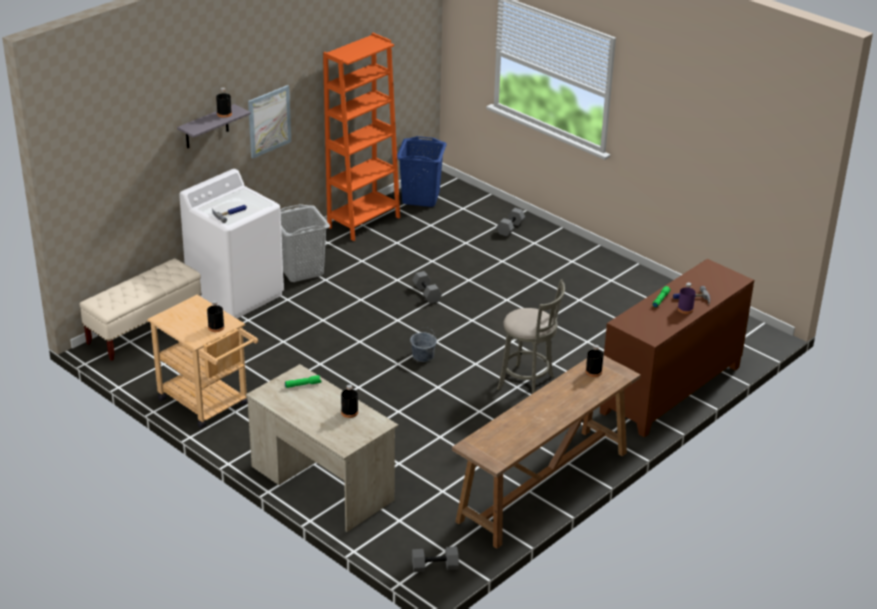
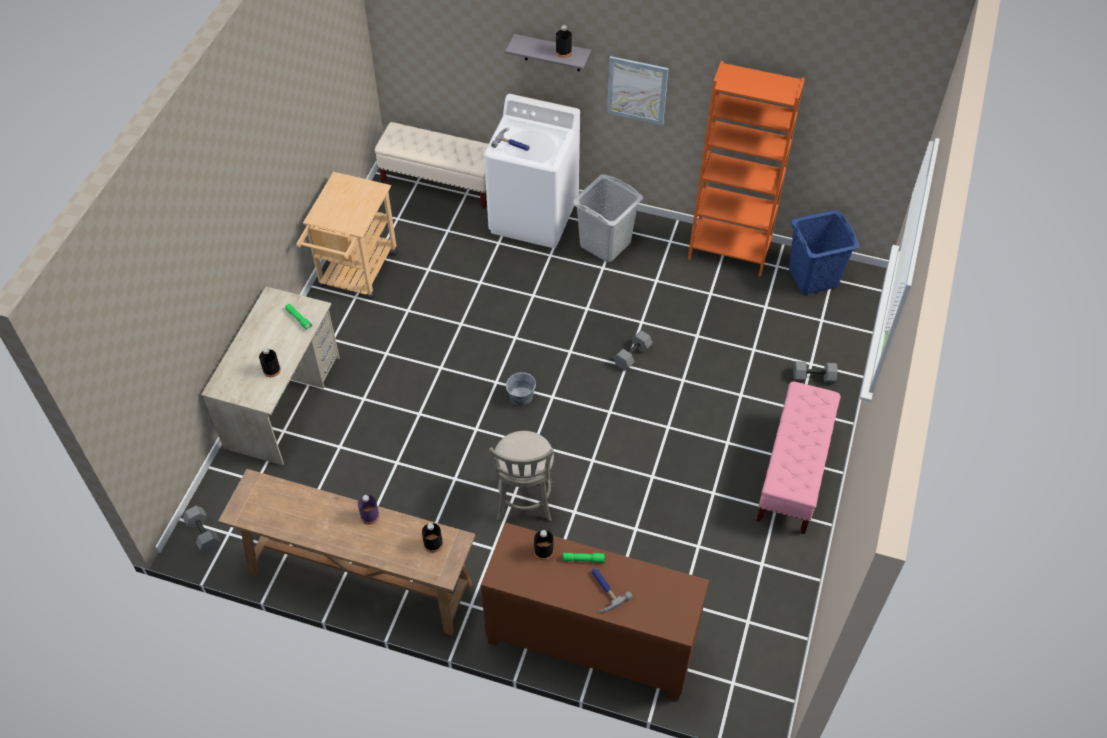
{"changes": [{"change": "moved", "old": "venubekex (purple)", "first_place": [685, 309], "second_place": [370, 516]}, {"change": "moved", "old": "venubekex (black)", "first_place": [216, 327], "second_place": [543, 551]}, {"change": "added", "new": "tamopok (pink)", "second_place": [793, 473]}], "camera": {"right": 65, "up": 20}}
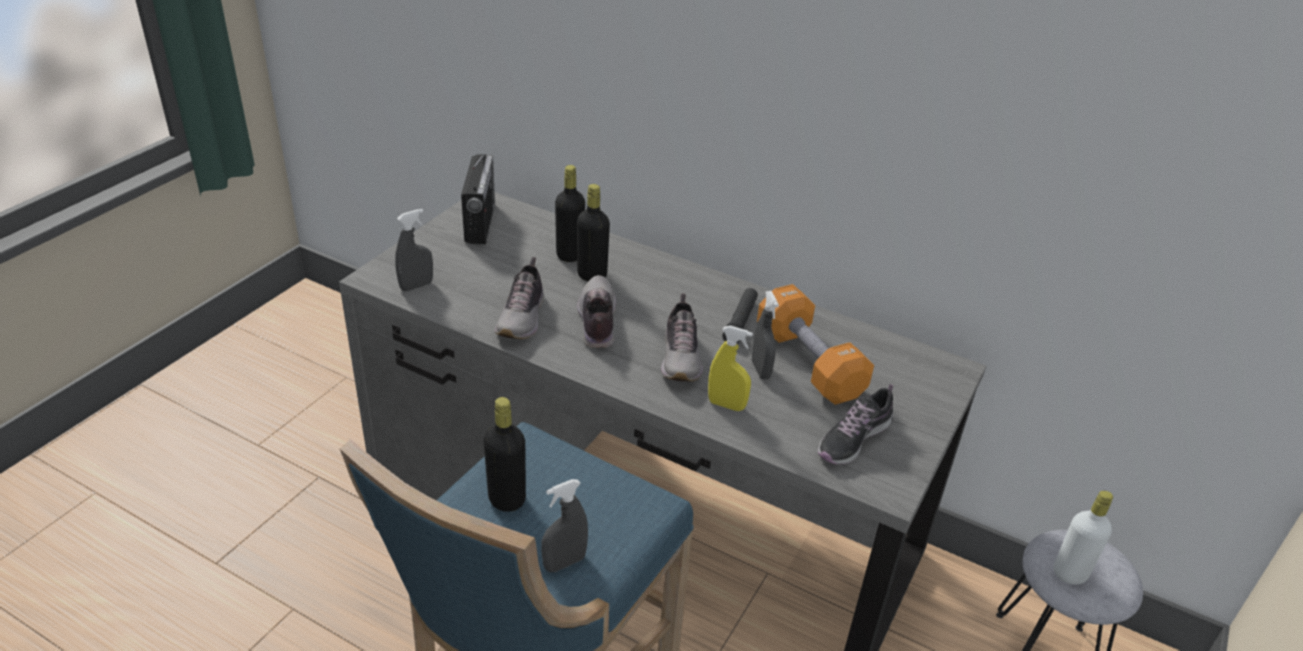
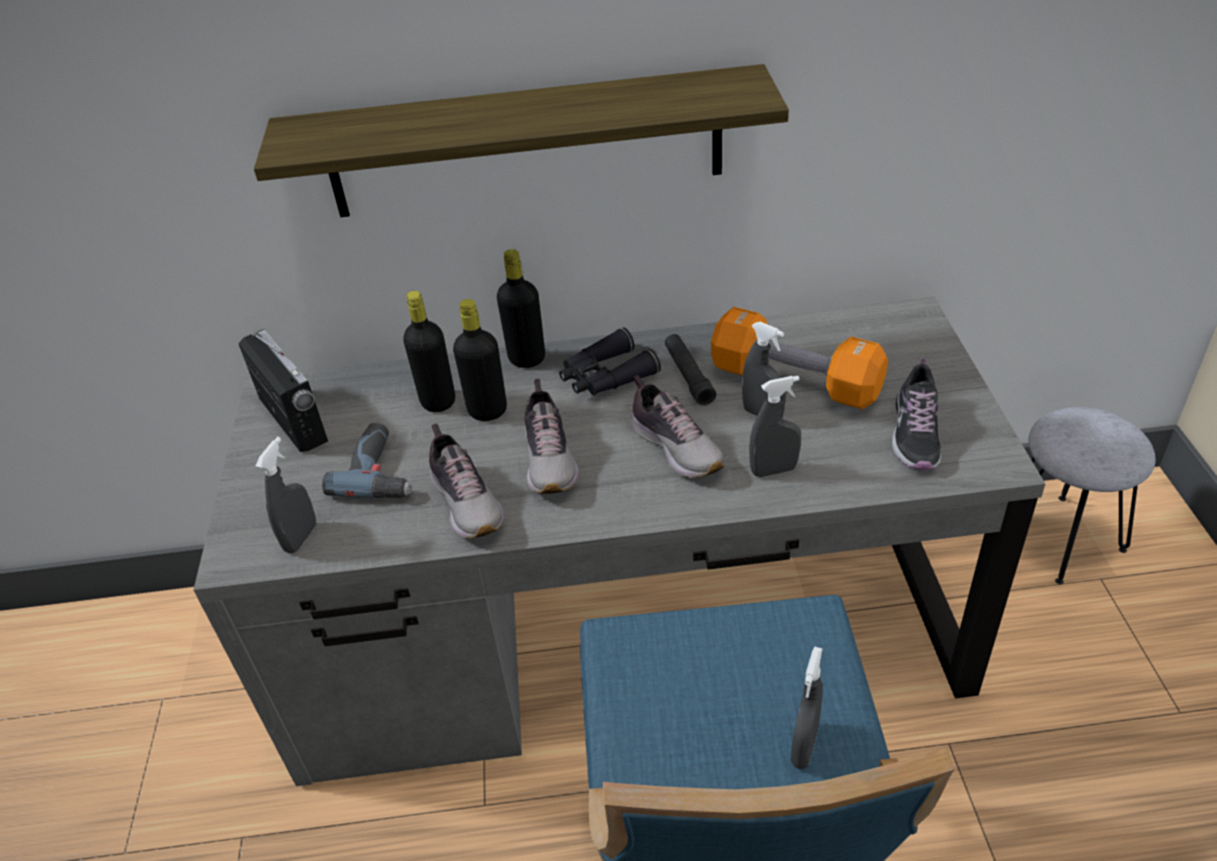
{"changes": [{"change": "added", "new": "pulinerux", "second_place": [525, 144]}, {"change": "added", "new": "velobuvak", "second_place": [382, 471]}, {"change": "moved", "old": "venubekex (black)", "first_place": [507, 499], "second_place": [527, 358]}, {"change": "turned", "old": "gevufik", "first_place": [596, 321], "second_place": [550, 459], "degrees": -150}, {"change": "added", "new": "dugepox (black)", "second_place": [605, 376]}, {"change": "recoloured", "old": "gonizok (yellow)", "new": "gonizok (grey)", "first_place": [726, 405], "second_place": [773, 470]}, {"change": "removed", "old": "venubekex (white)", "first_place": [1069, 573]}], "camera": {"right": -30, "up": 5}}
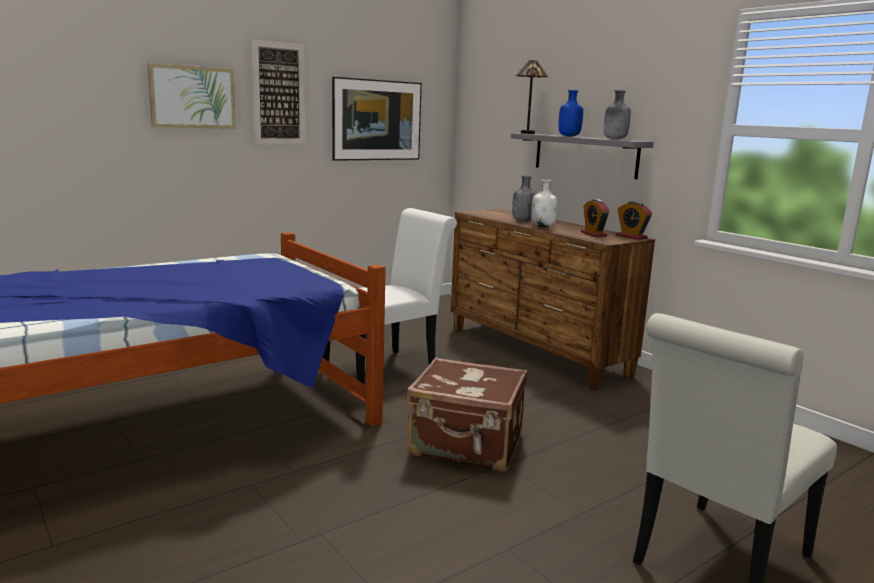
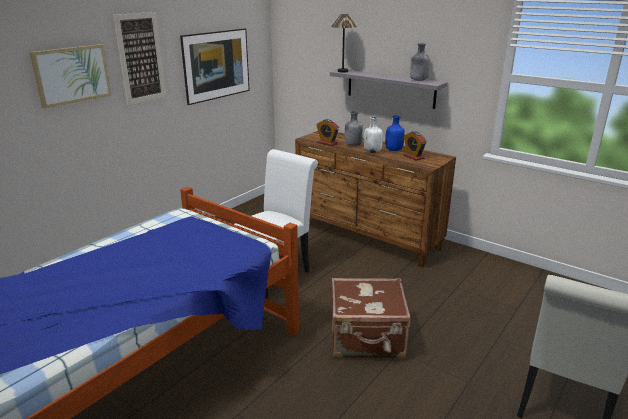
{"changes": [{"change": "moved", "old": "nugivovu", "first_place": [631, 237], "second_place": [327, 143]}, {"change": "moved", "old": "venubekex (blue)", "first_place": [568, 136], "second_place": [393, 150]}], "camera": {"right": -15, "up": 10}}
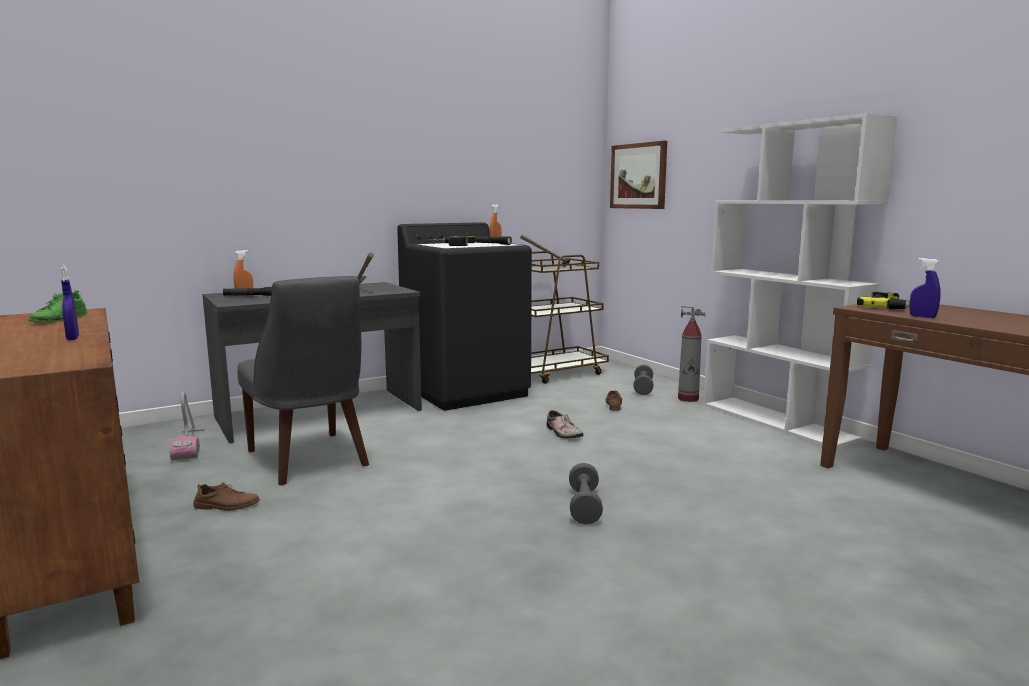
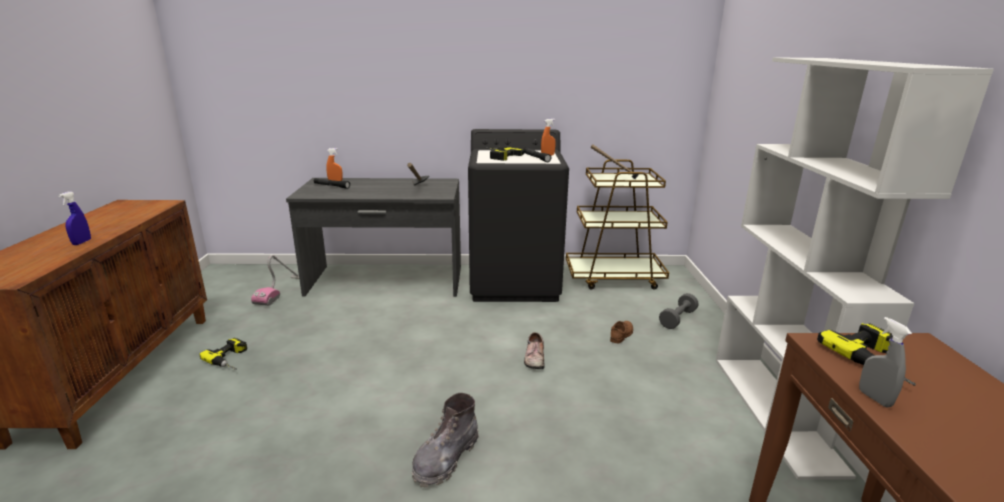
{"changes": [{"change": "replaced", "old": "gevufik (brown)", "new": "velobuvak", "first_place": [226, 505], "second_place": [232, 359]}, {"change": "replaced", "old": "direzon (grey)", "new": "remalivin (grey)", "first_place": [584, 506], "second_place": [445, 459]}, {"change": "recoloured", "old": "gonizok (blue)", "new": "gonizok (grey)", "first_place": [922, 317], "second_place": [874, 398]}, {"change": "removed", "old": "gevufik (green)", "first_place": [58, 319]}, {"change": "removed", "old": "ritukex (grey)", "first_place": [310, 460]}, {"change": "removed", "old": "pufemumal", "first_place": [638, 176]}, {"change": "removed", "old": "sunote", "first_place": [688, 399]}], "camera": {"right": 30, "up": 10}}
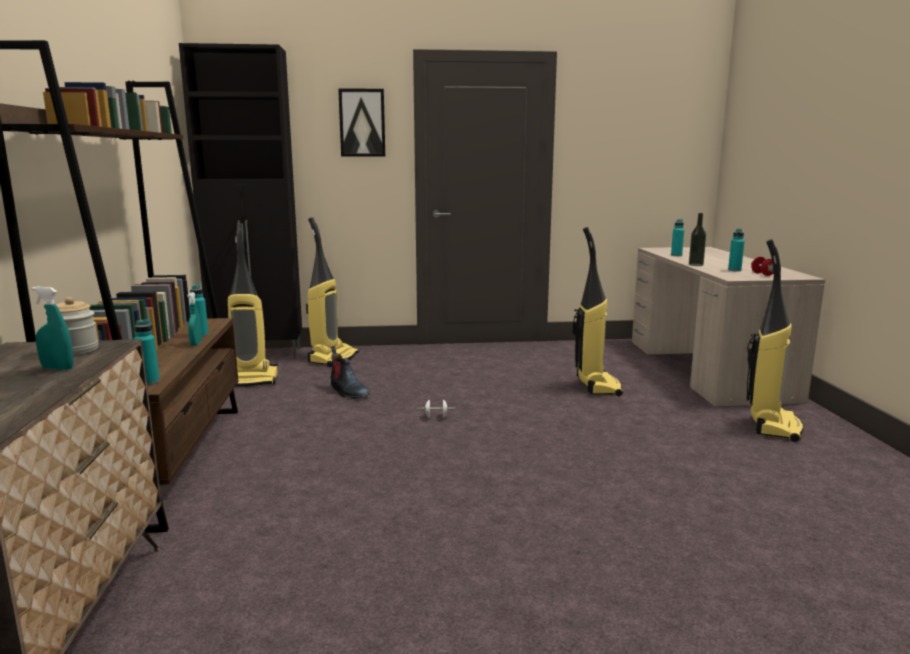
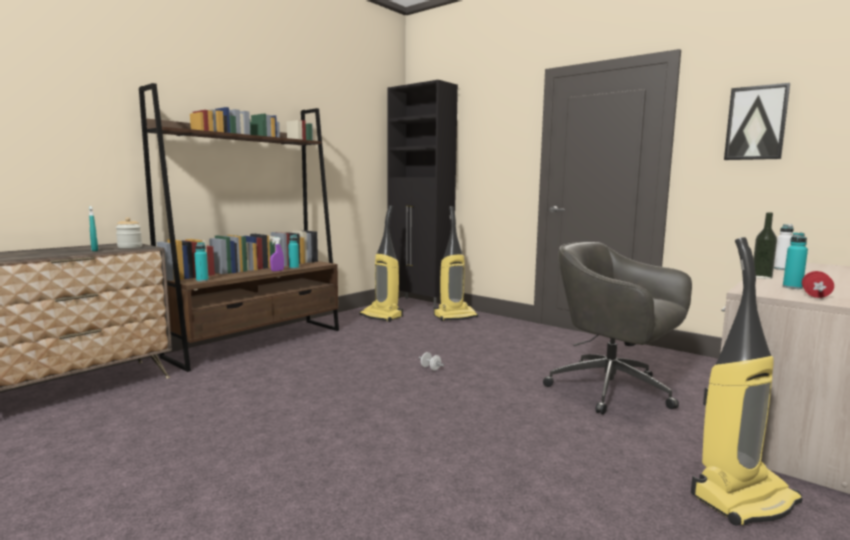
{"changes": [{"change": "recoloured", "old": "gonizok (turquoise)", "new": "gonizok (purple)", "first_place": [196, 343], "second_place": [277, 271]}, {"change": "replaced", "old": "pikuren", "new": "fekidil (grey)", "first_place": [596, 386], "second_place": [613, 391]}, {"change": "moved", "old": "pufemumal", "first_place": [362, 123], "second_place": [756, 123]}, {"change": "recoloured", "old": "venubekex (turquoise)", "new": "venubekex (white)", "first_place": [676, 255], "second_place": [781, 269]}, {"change": "removed", "old": "remalivin", "first_place": [348, 392]}], "camera": {"right": 45, "up": -5}}
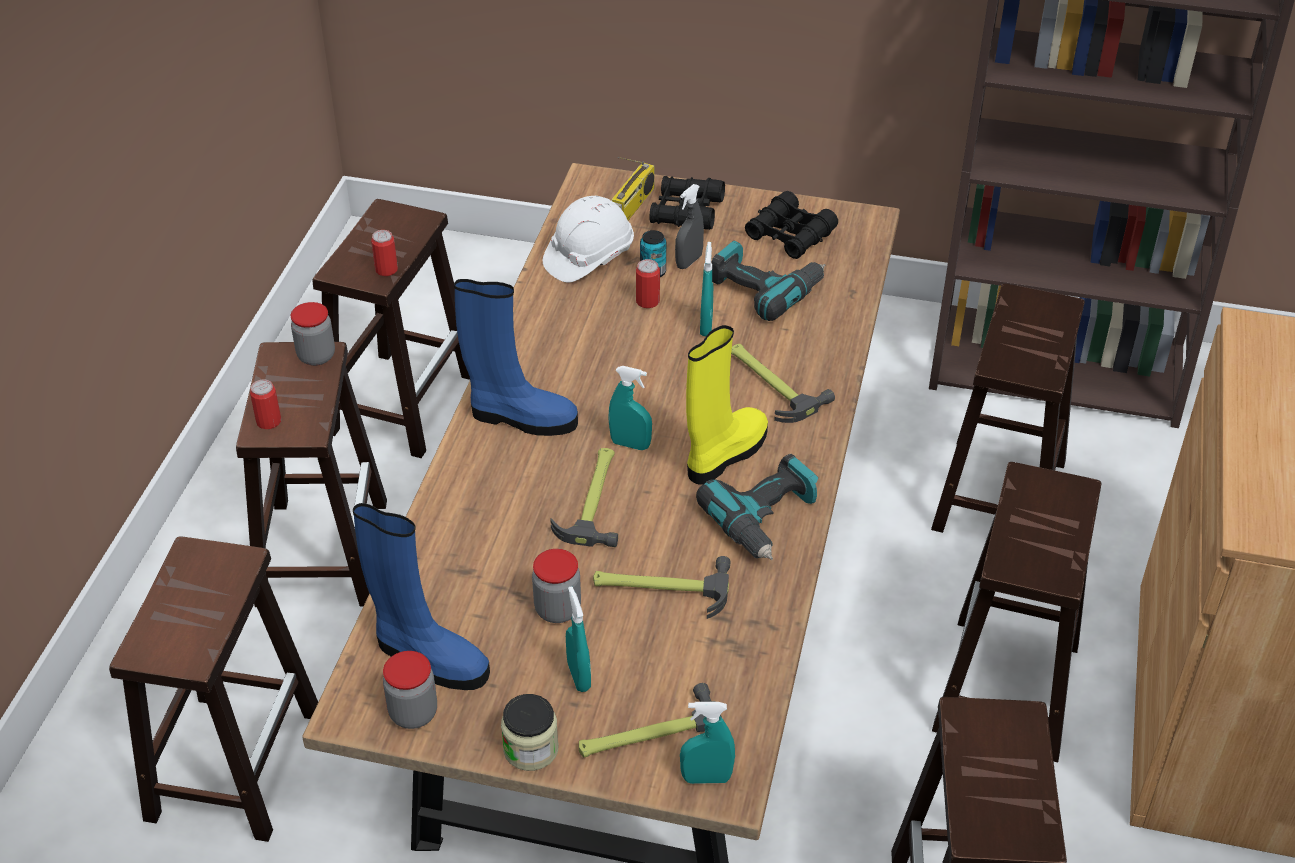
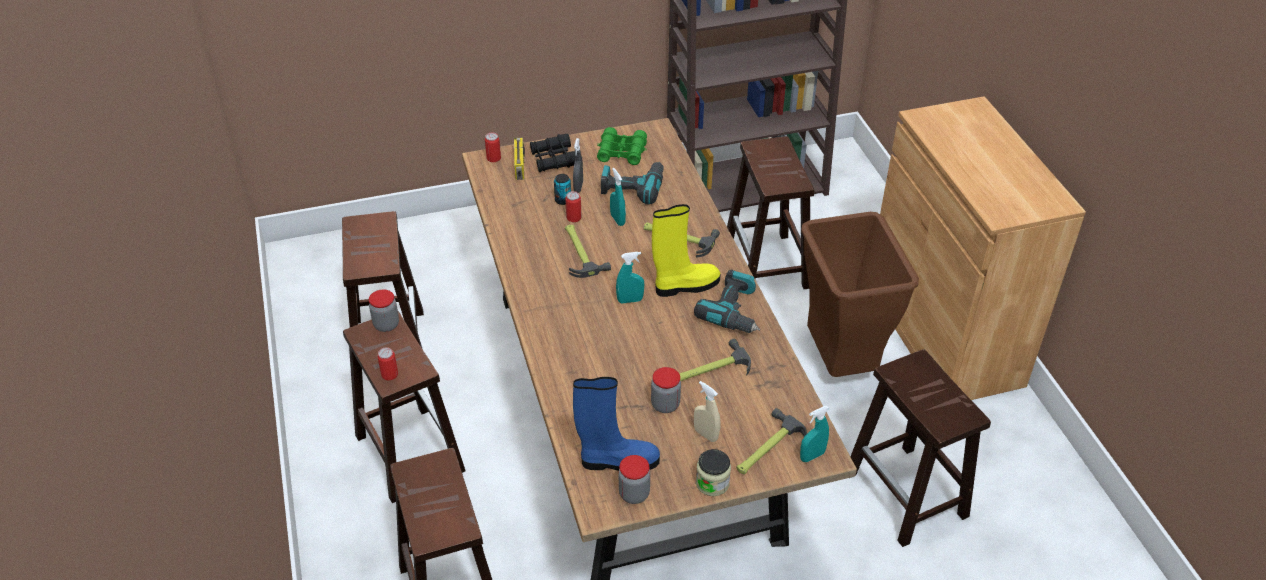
{"changes": [{"change": "moved", "old": "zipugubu", "first_place": [386, 270], "second_place": [493, 158]}, {"change": "moved", "old": "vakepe", "first_place": [594, 499], "second_place": [580, 252]}, {"change": "recoloured", "old": "dugepox (black)", "new": "dugepox (green)", "first_place": [790, 235], "second_place": [622, 152]}, {"change": "turned", "old": "remalivin (yellow)", "first_place": [725, 455], "second_place": [685, 286], "degrees": 60}, {"change": "recoloured", "old": "gonizok (turquoise)", "new": "gonizok (beige)", "first_place": [579, 676], "second_place": [705, 434]}, {"change": "replaced", "old": "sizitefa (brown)", "new": "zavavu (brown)", "first_place": [1007, 689], "second_place": [841, 365]}, {"change": "removed", "old": "remalivin (blue)", "first_place": [520, 418]}, {"change": "removed", "old": "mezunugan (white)", "first_place": [588, 257]}], "camera": {"right": -30, "up": 0}}
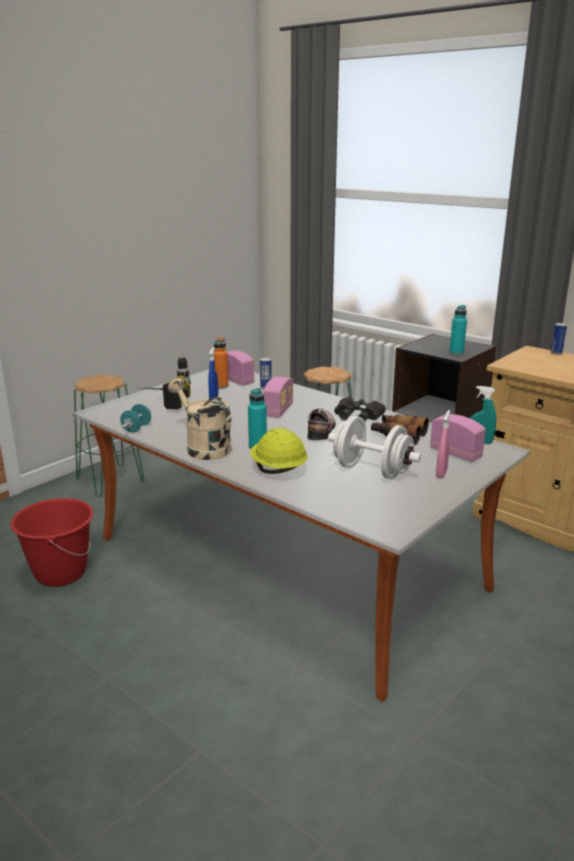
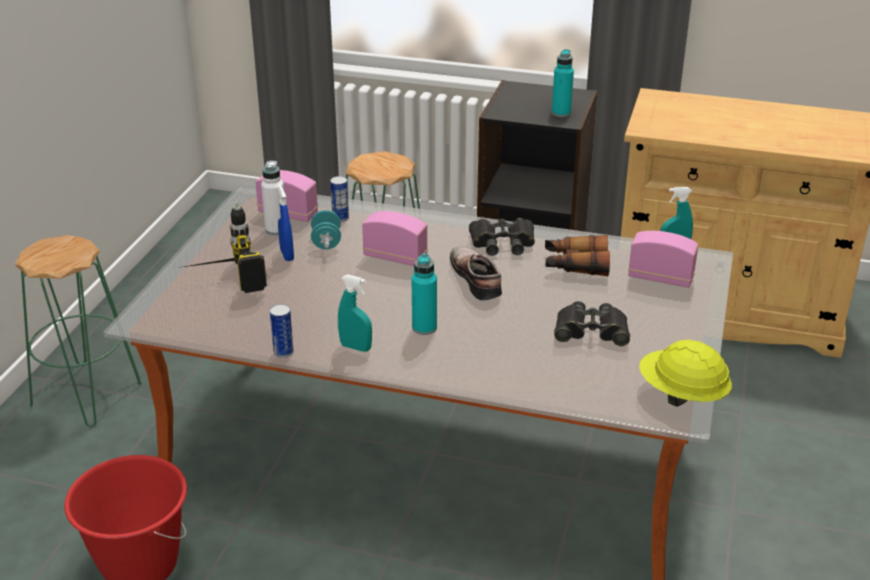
{"changes": [{"change": "recoloured", "old": "venubekex (orange)", "new": "venubekex (white)", "first_place": [221, 386], "second_place": [276, 230]}, {"change": "moved", "old": "zipugubu", "first_place": [556, 353], "second_place": [283, 352]}, {"change": "moved", "old": "direzon (turquoise)", "first_place": [136, 428], "second_place": [326, 242]}, {"change": "replaced", "old": "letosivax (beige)", "new": "gonizok (turquoise)", "first_place": [203, 447], "second_place": [355, 347]}, {"change": "turned", "old": "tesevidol", "first_place": [278, 410], "second_place": [395, 257], "degrees": -60}, {"change": "replaced", "old": "direzon (white)", "new": "dugepox (black)", "first_place": [371, 471], "second_place": [591, 331]}, {"change": "moved", "old": "mezunugan (yellow)", "first_place": [278, 470], "second_place": [681, 395]}, {"change": "removed", "old": "gonizok (pink)", "first_place": [441, 473]}], "camera": {"right": -25, "up": 10}}
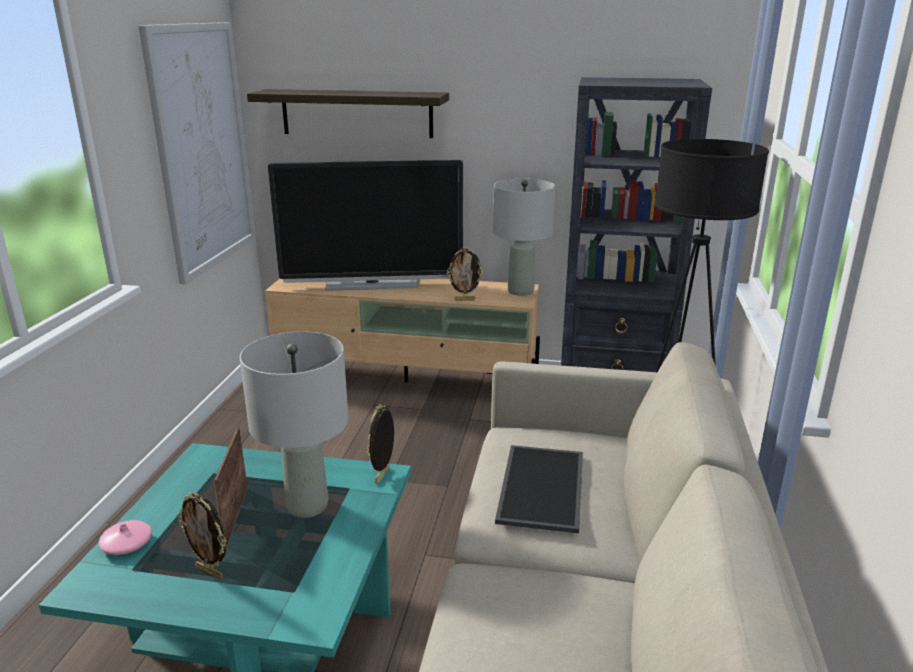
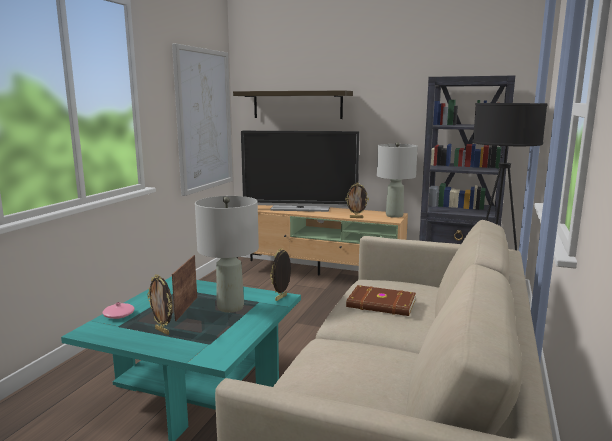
{"changes": [{"change": "replaced", "old": "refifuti", "new": "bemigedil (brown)", "first_place": [544, 488], "second_place": [381, 304]}], "camera": {"right": 10, "up": -10}}
